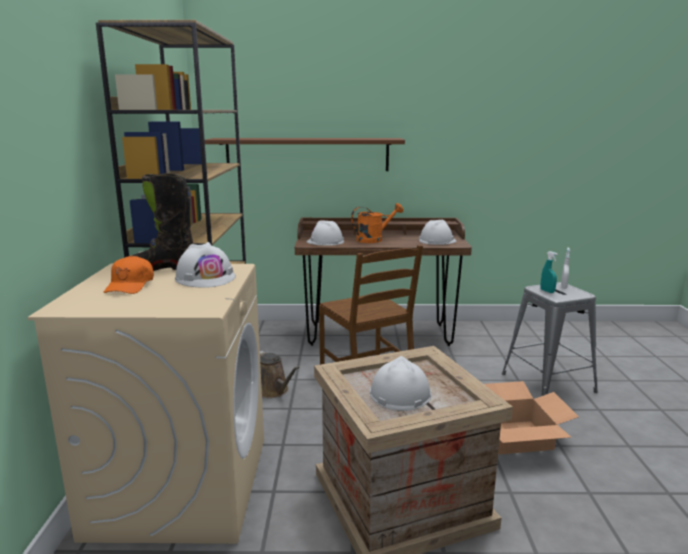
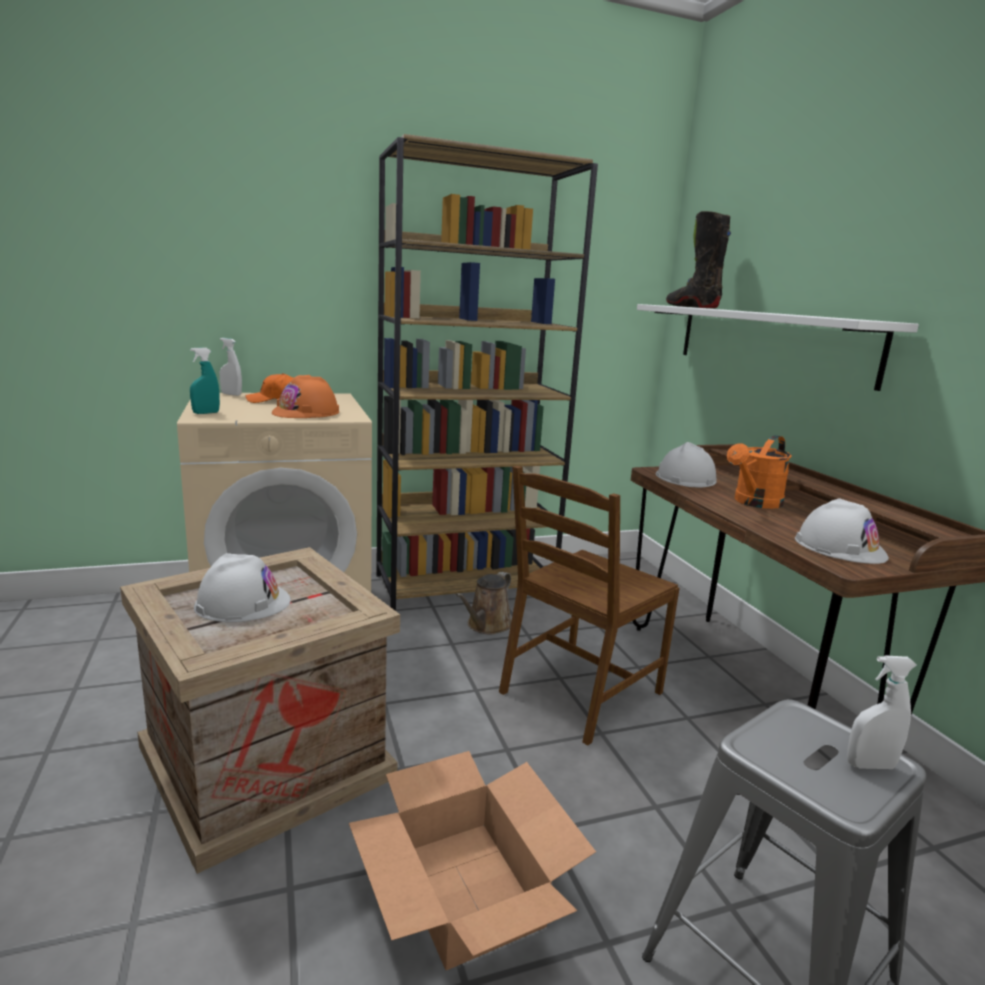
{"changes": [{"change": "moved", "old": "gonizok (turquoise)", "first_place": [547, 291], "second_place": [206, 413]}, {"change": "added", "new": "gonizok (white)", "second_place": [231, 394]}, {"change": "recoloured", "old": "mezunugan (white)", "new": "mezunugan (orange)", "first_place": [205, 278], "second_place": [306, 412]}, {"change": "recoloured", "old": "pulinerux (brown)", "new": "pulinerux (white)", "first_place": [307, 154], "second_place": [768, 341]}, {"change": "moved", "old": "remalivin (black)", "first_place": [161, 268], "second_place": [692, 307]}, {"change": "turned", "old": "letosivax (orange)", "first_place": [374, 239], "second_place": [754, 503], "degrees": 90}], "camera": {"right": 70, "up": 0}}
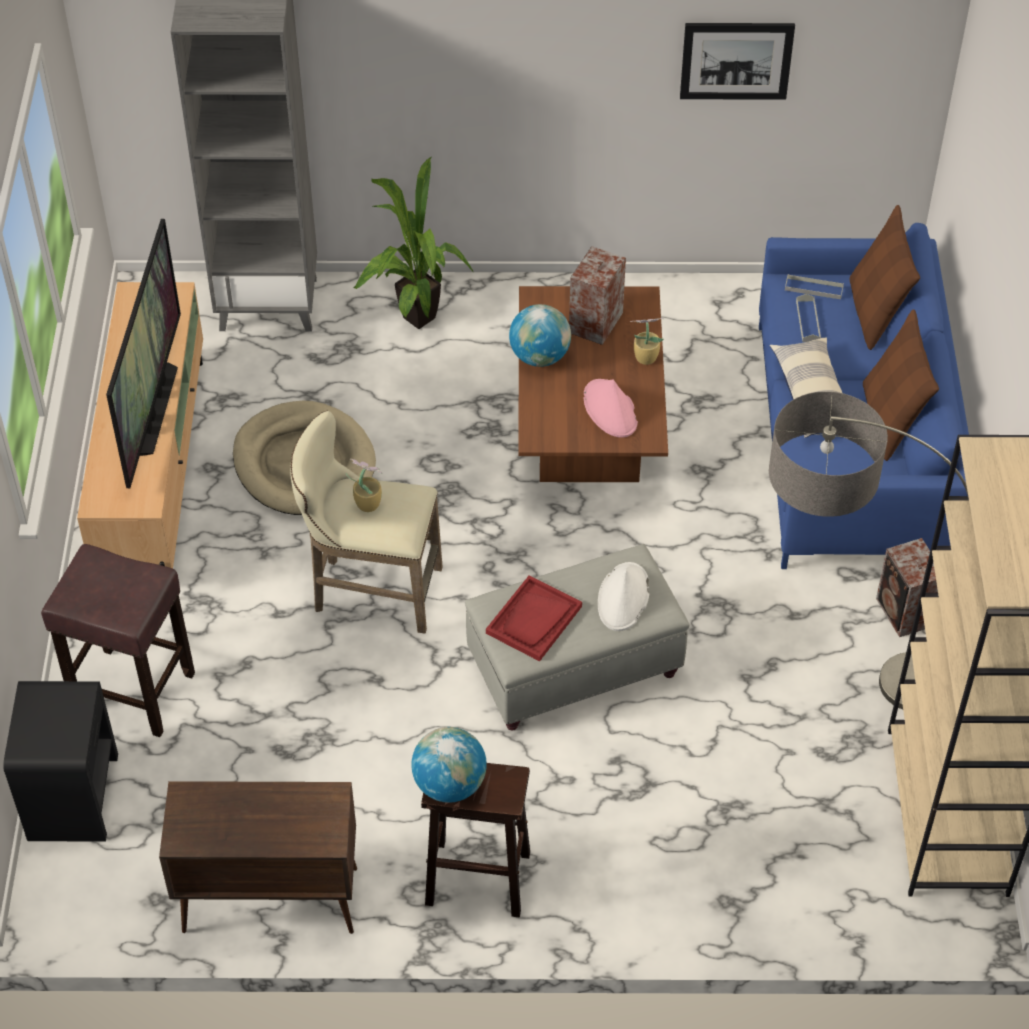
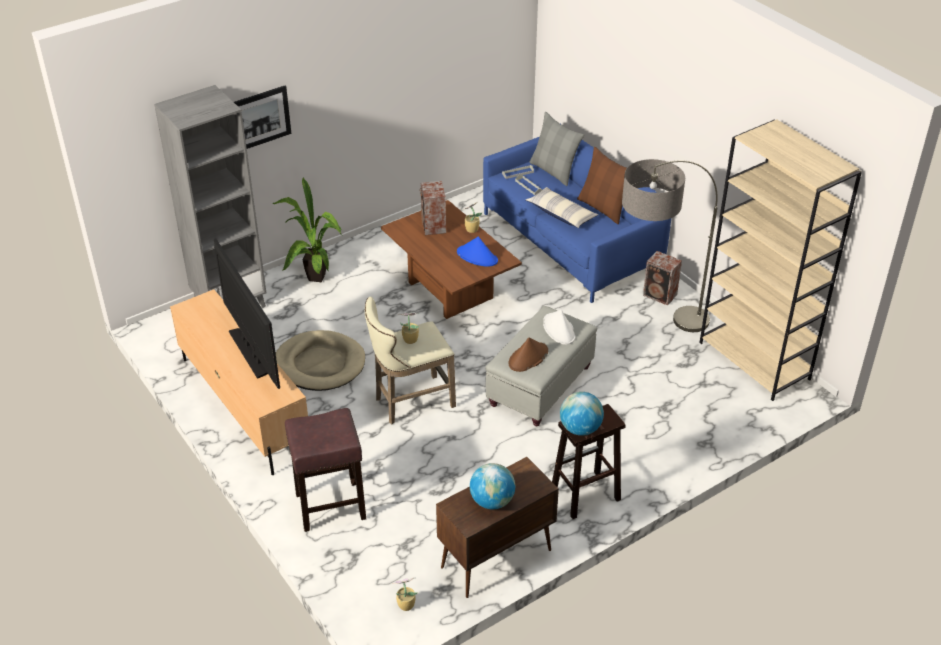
{"changes": [{"change": "moved", "old": "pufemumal", "first_place": [736, 60], "second_place": [259, 118]}, {"change": "added", "new": "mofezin", "second_place": [405, 605]}, {"change": "recoloured", "old": "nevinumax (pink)", "new": "nevinumax (blue)", "first_place": [610, 410], "second_place": [477, 257]}, {"change": "moved", "old": "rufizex", "first_place": [539, 357], "second_place": [492, 501]}, {"change": "replaced", "old": "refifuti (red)", "new": "nevinumax (brown)", "first_place": [534, 620], "second_place": [528, 358]}, {"change": "recoloured", "old": "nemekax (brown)", "new": "nemekax (grey)", "first_place": [875, 312], "second_place": [554, 171]}, {"change": "removed", "old": "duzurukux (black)", "first_place": [73, 796]}], "camera": {"right": -35, "up": -10}}
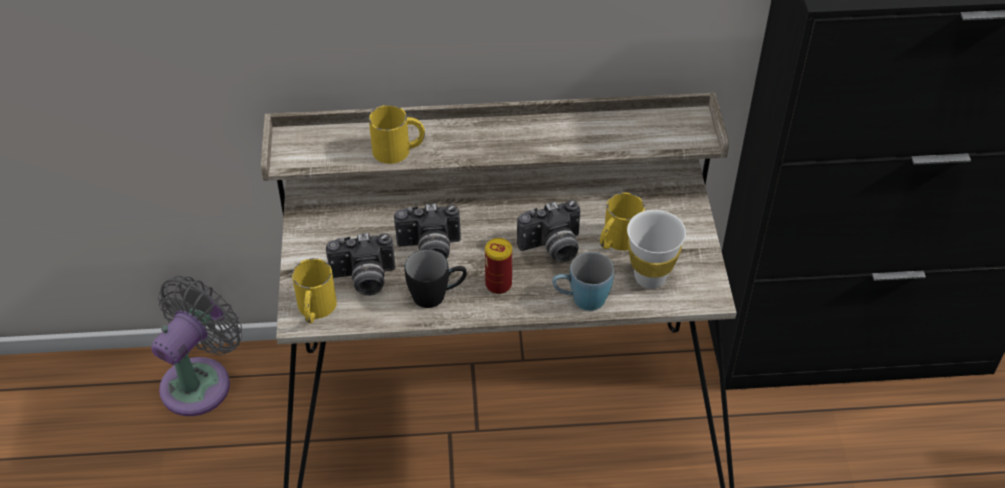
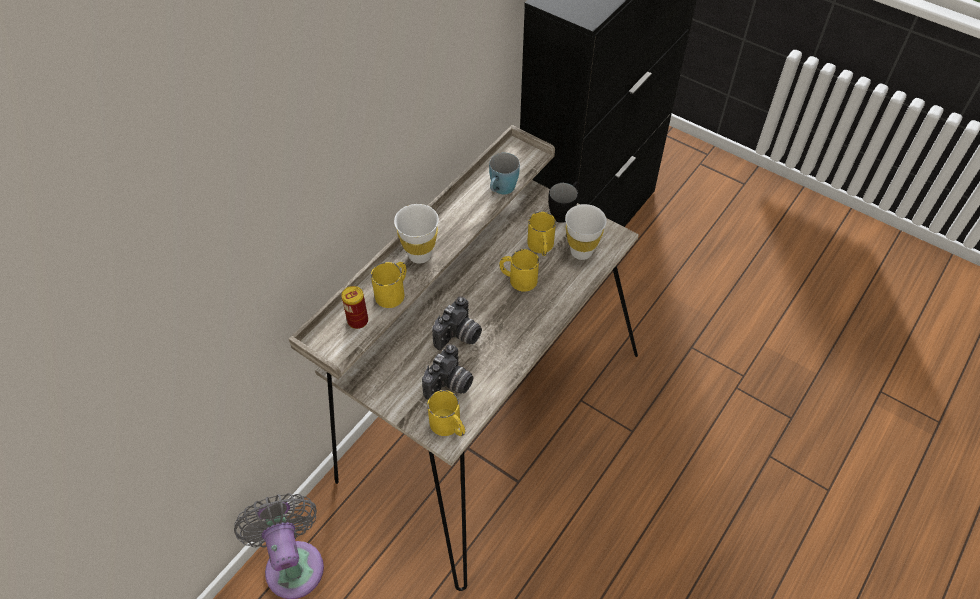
{"changes": [{"change": "moved", "old": "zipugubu", "first_place": [498, 284], "second_place": [358, 320]}, {"change": "added", "new": "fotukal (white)", "second_place": [420, 255]}, {"change": "moved", "old": "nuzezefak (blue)", "first_place": [581, 300], "second_place": [501, 190]}, {"change": "replaced", "old": "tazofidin", "new": "nuzezefak (yellow)", "first_place": [552, 248], "second_place": [517, 279]}, {"change": "moved", "old": "nuzezefak (black)", "first_place": [437, 295], "second_place": [564, 211]}], "camera": {"right": -50, "up": 5}}
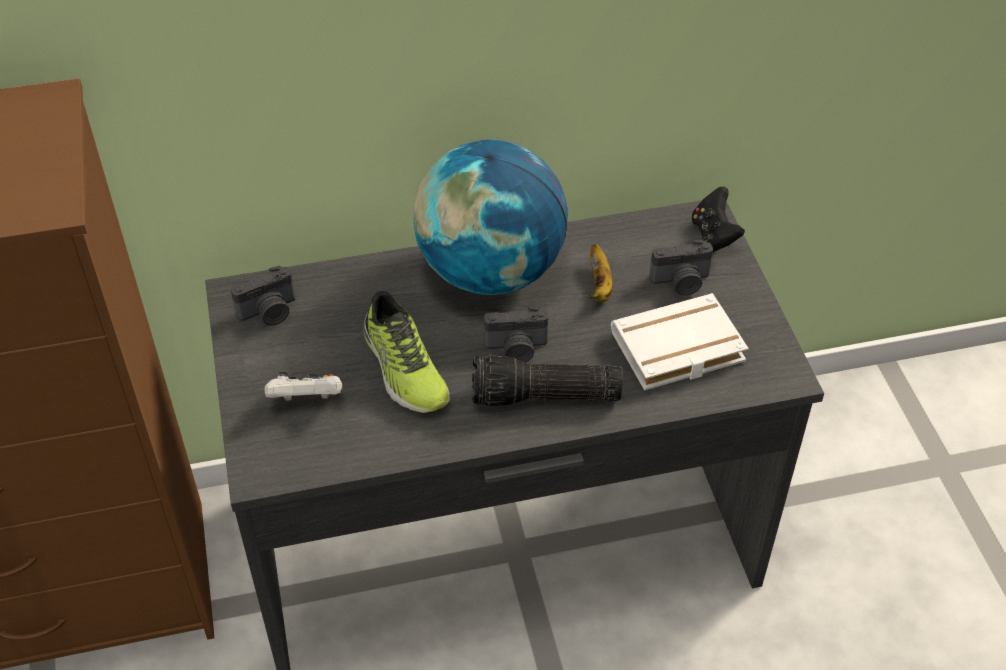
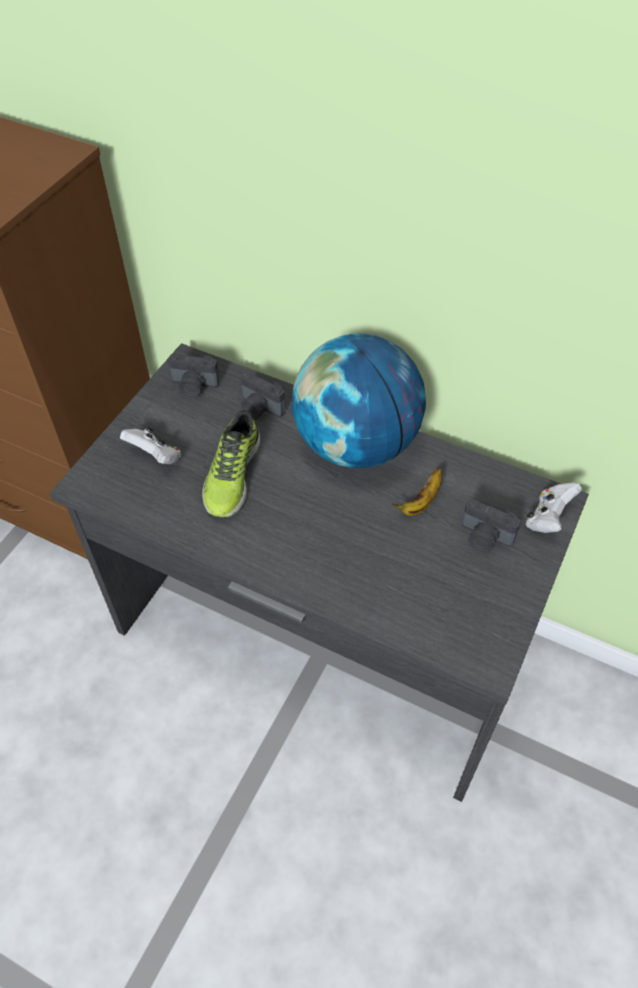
{"changes": [{"change": "moved", "old": "tazofidin", "first_place": [516, 349], "second_place": [259, 409]}, {"change": "recoloured", "old": "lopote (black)", "new": "lopote (white)", "first_place": [714, 235], "second_place": [547, 518]}, {"change": "removed", "old": "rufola", "first_place": [544, 398]}, {"change": "removed", "old": "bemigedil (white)", "first_place": [676, 351]}], "camera": {"right": 40, "up": 5}}
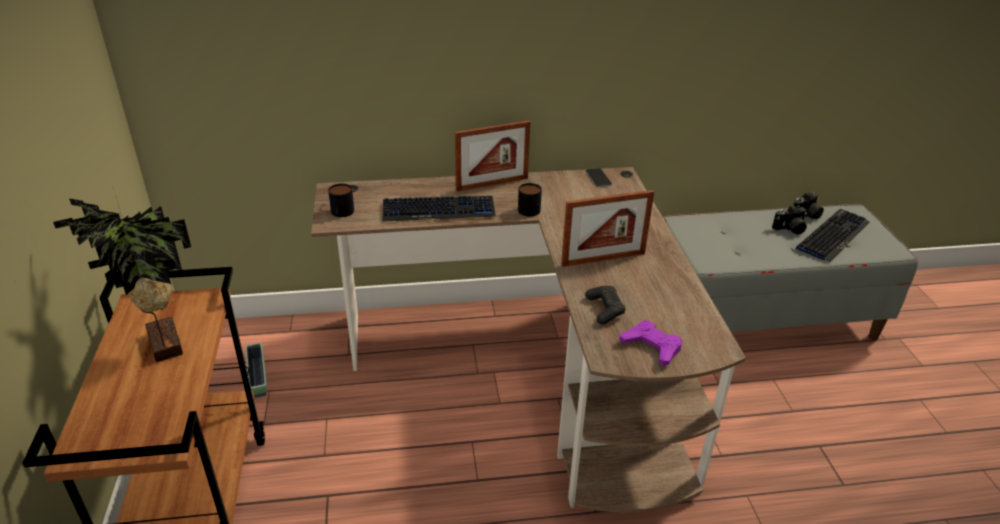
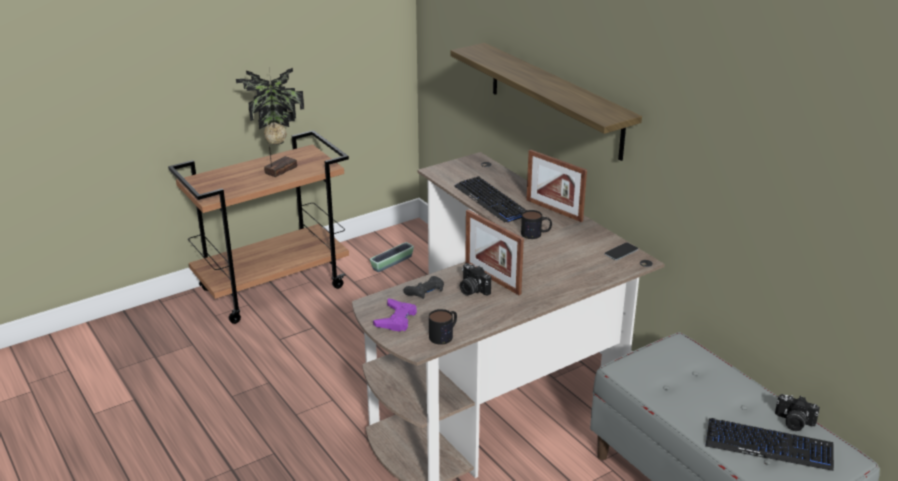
{"changes": [{"change": "moved", "old": "nuzezefak", "first_place": [341, 208], "second_place": [444, 334]}, {"change": "added", "new": "pulinerux", "second_place": [555, 100]}, {"change": "moved", "old": "tazofidin", "first_place": [790, 229], "second_place": [472, 290]}], "camera": {"right": 65, "up": -5}}
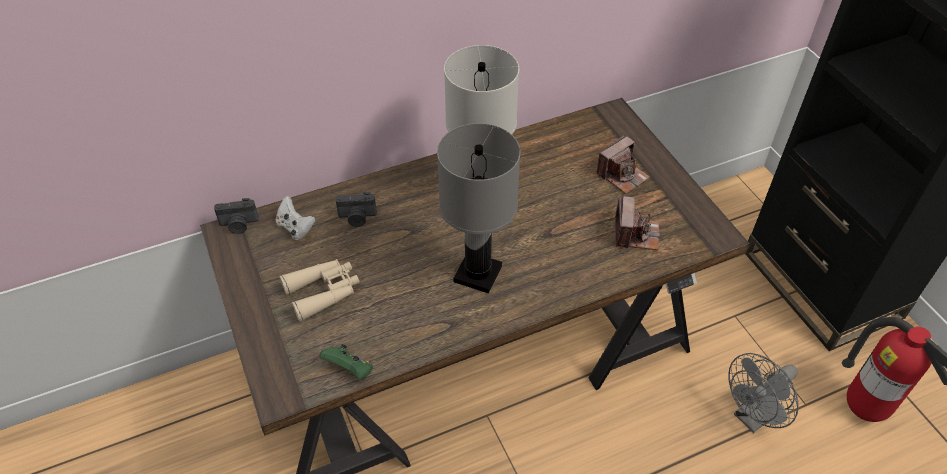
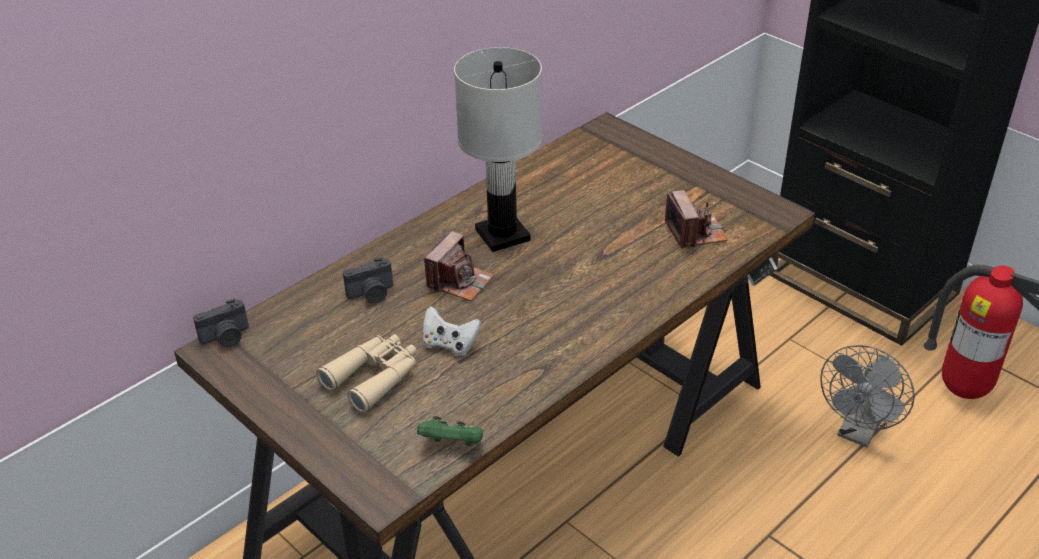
{"changes": [{"change": "moved", "old": "lopote (white)", "first_place": [295, 228], "second_place": [450, 344]}, {"change": "moved", "old": "tazofidin", "first_place": [622, 175], "second_place": [459, 281]}, {"change": "removed", "old": "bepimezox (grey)", "first_place": [478, 273]}], "camera": {"right": -20, "up": -10}}
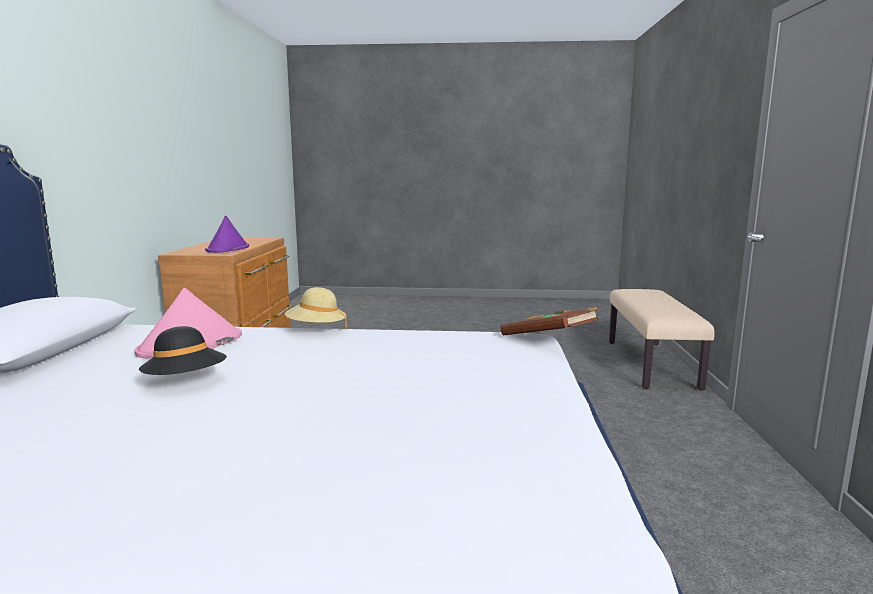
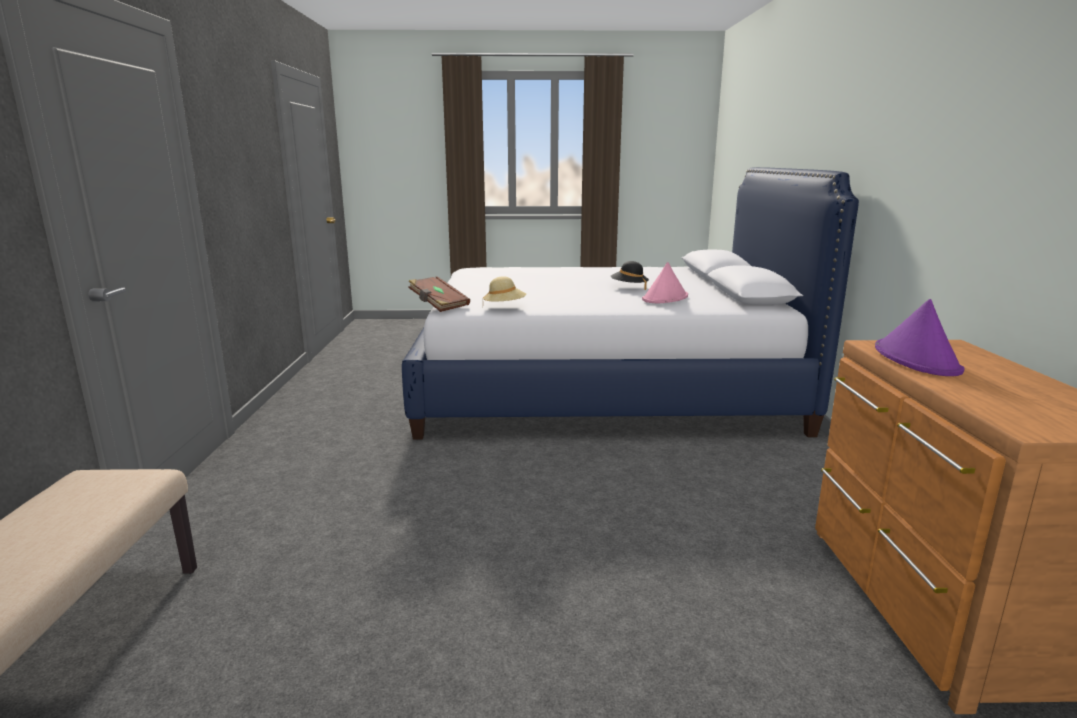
{"changes": [{"change": "moved", "old": "nevinumax (beige)", "first_place": [316, 329], "second_place": [504, 307]}], "camera": {"right": 175, "up": 5}}
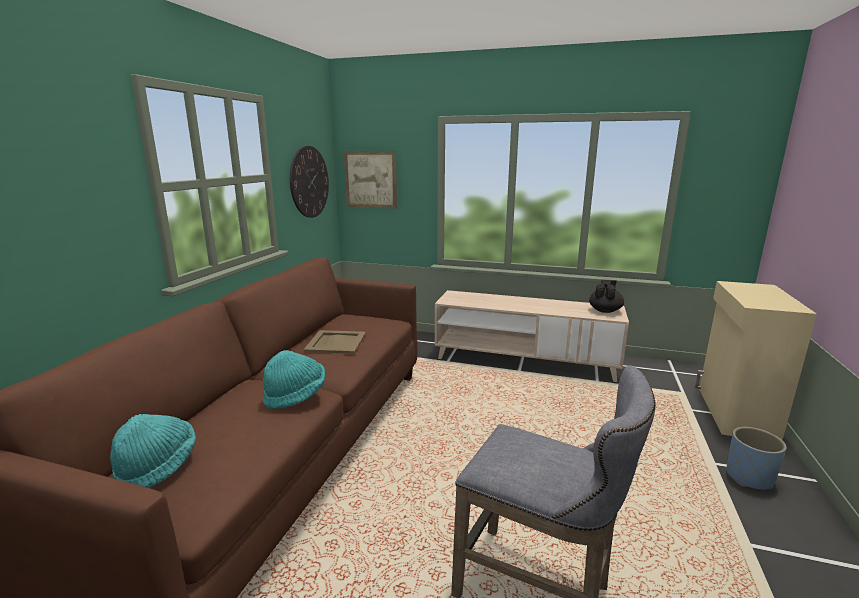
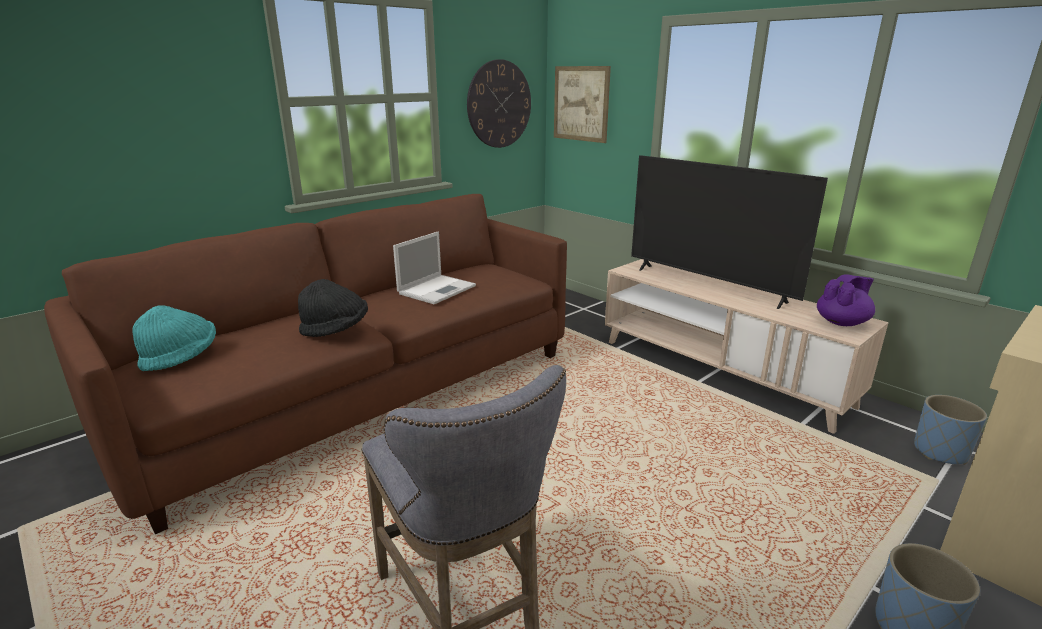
{"changes": [{"change": "recoloured", "old": "nevinumax (turquoise)", "new": "nevinumax (black)", "first_place": [295, 395], "second_place": [336, 329]}, {"change": "replaced", "old": "refifuti (beige)", "new": "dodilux", "first_place": [335, 342], "second_place": [437, 289]}, {"change": "added", "new": "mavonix", "second_place": [708, 285]}, {"change": "recoloured", "old": "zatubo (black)", "new": "zatubo (purple)", "first_place": [605, 310], "second_place": [842, 322]}, {"change": "added", "new": "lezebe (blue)", "second_place": [940, 452]}], "camera": {"right": 30, "up": 5}}
